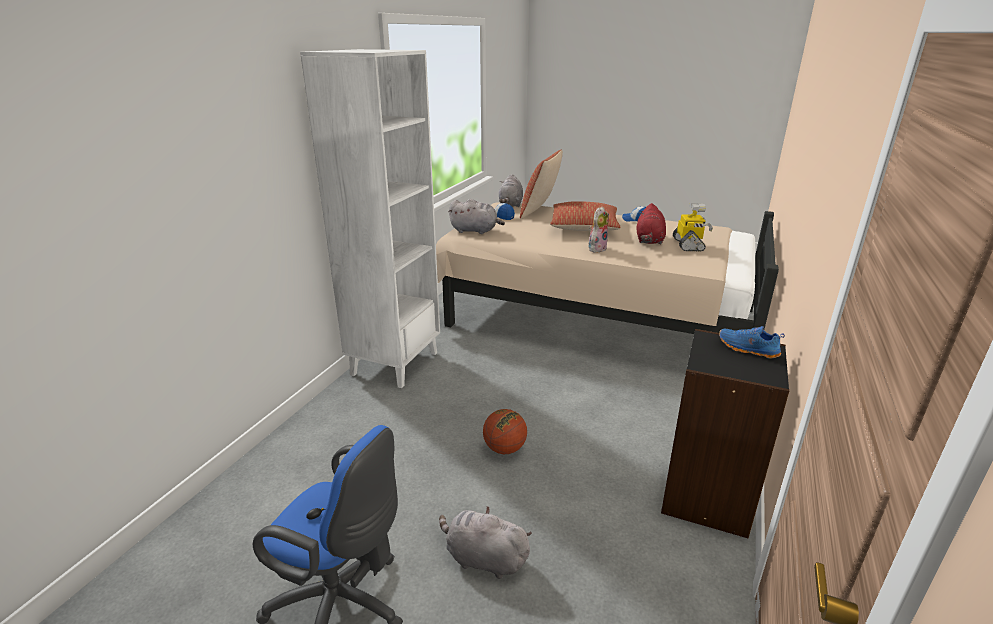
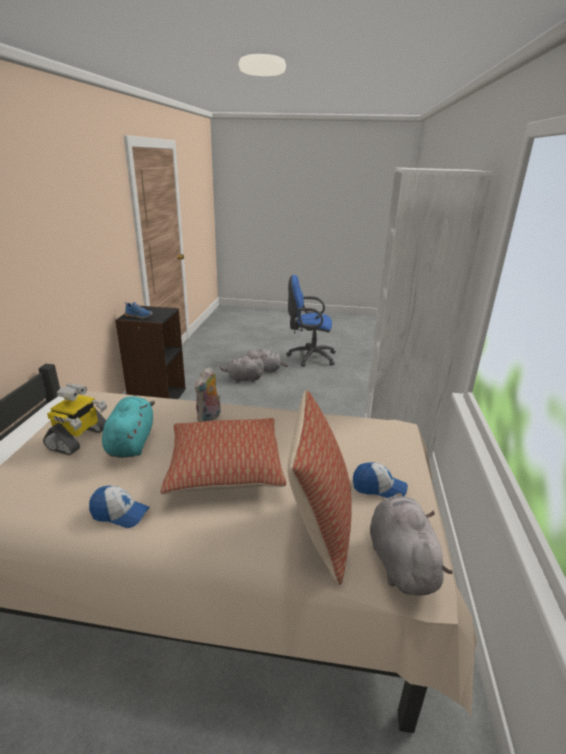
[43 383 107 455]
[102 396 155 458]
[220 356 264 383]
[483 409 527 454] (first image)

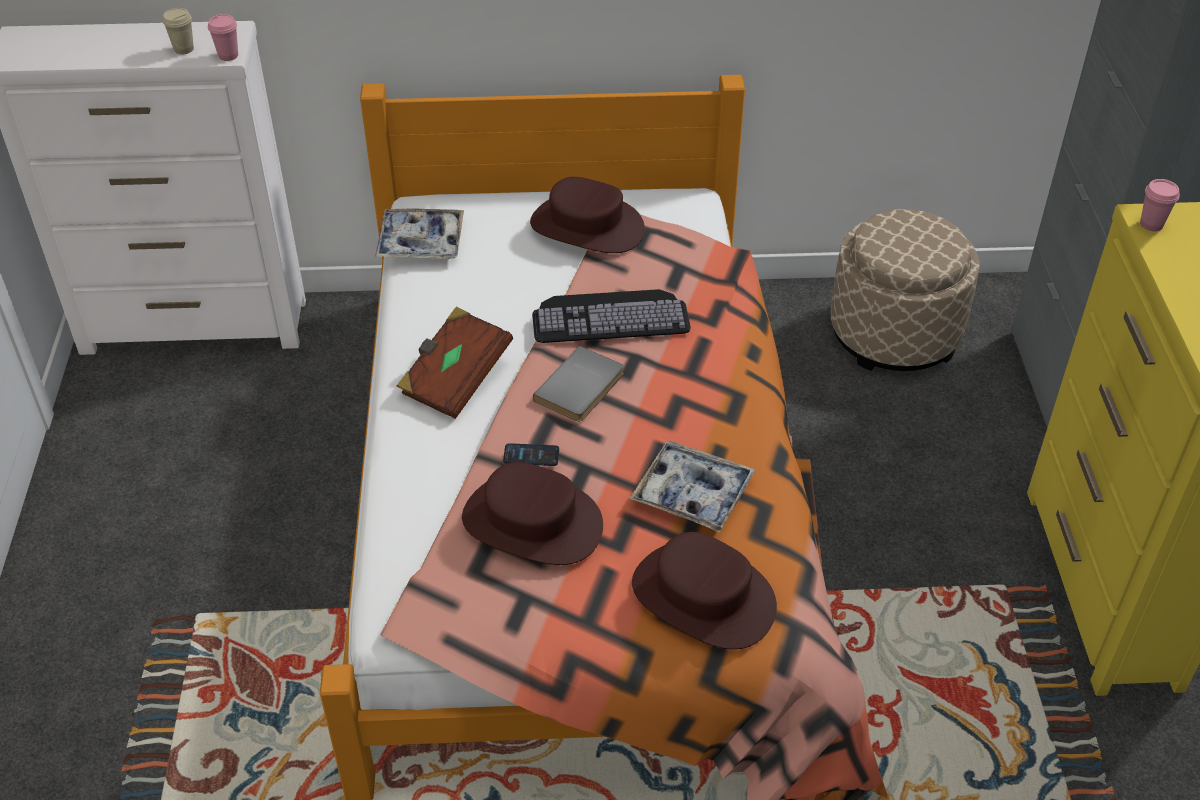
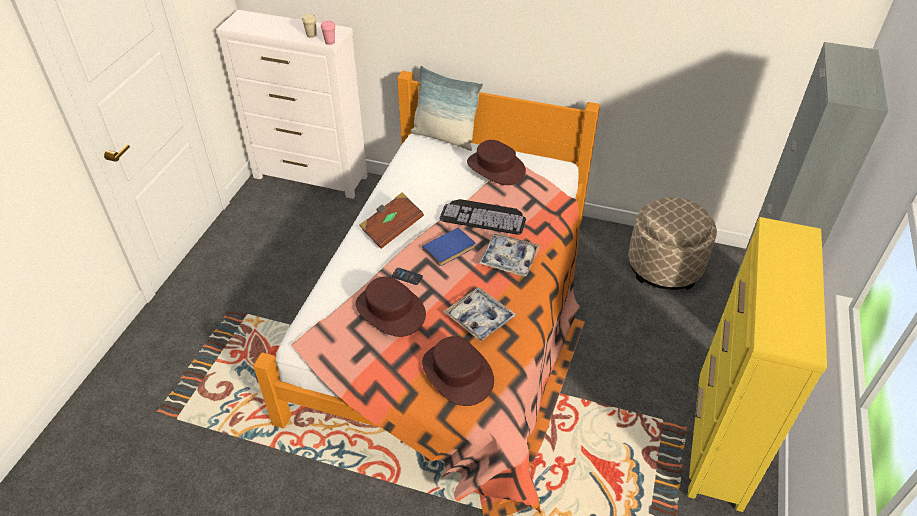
[410 66 483 151]
[422 228 475 266]
[478 233 540 277]
[1140 179 1180 231] (first image)

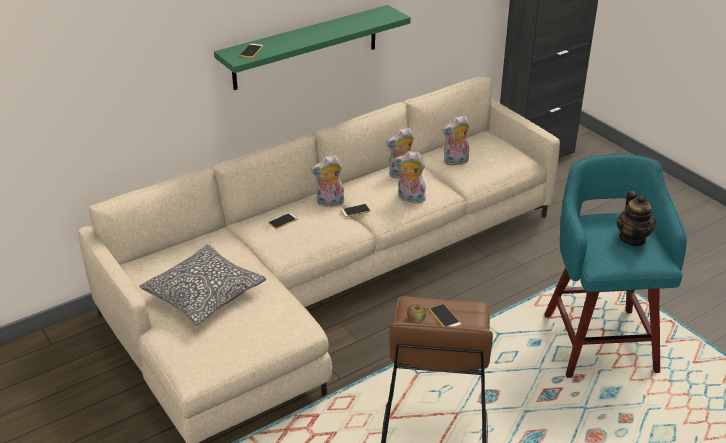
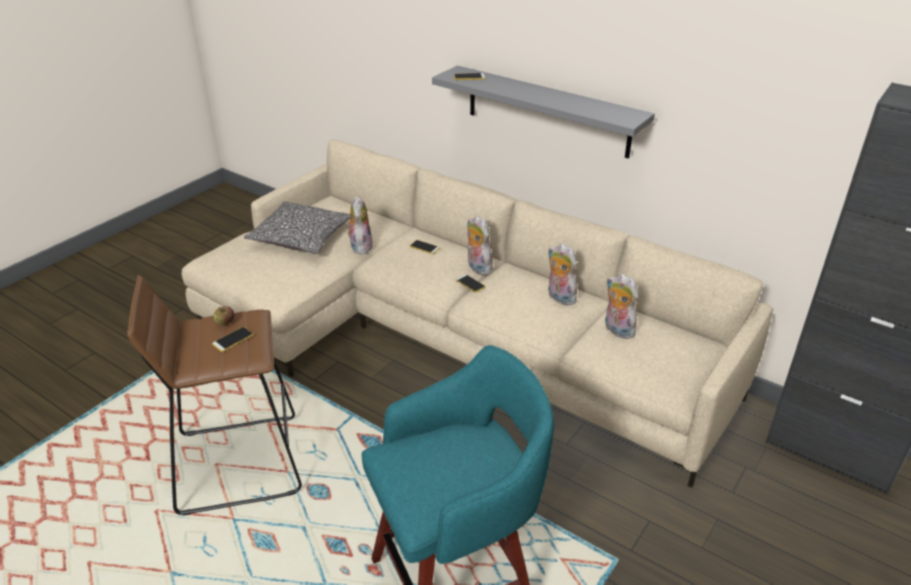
[345 195 373 254]
[432 66 655 159]
[616 191 656 246] (first image)

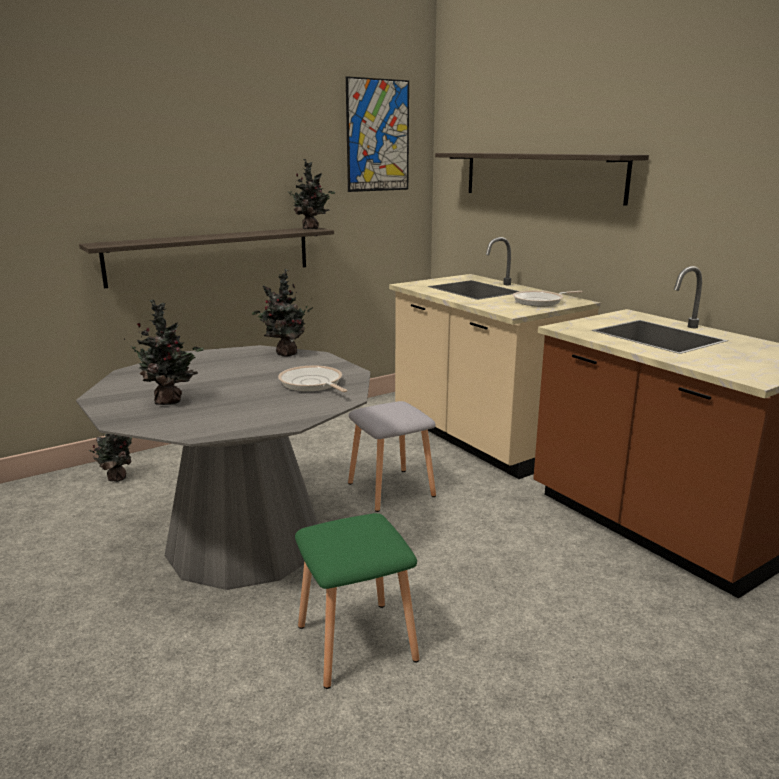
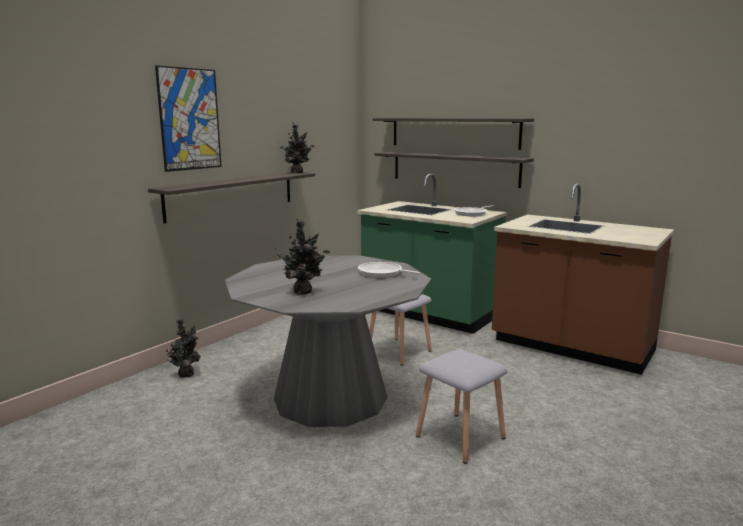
[155 65 222 172]
[357 174 507 334]
[375 152 534 188]
[416 349 508 464]
[252 269 313 357] (first image)

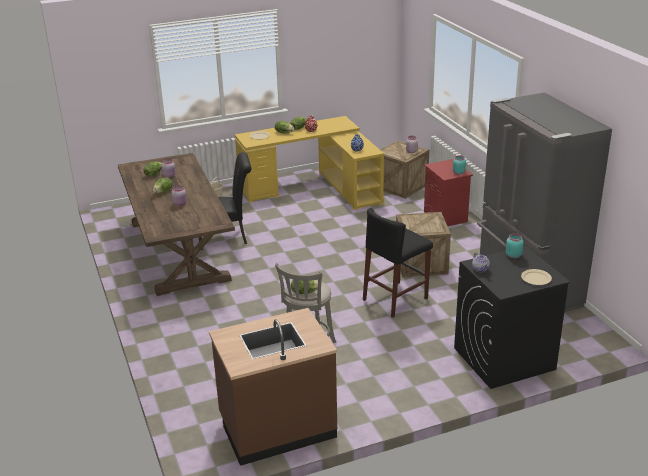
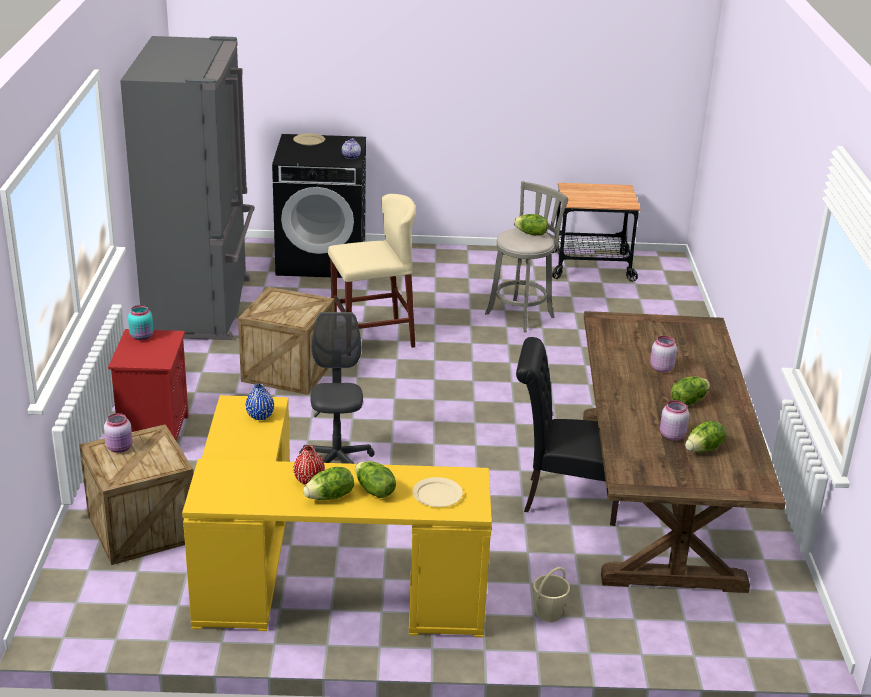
[299 312 375 464]
[328 194 416 348]
[552 183 641 282]
[506 234 524 258] (first image)

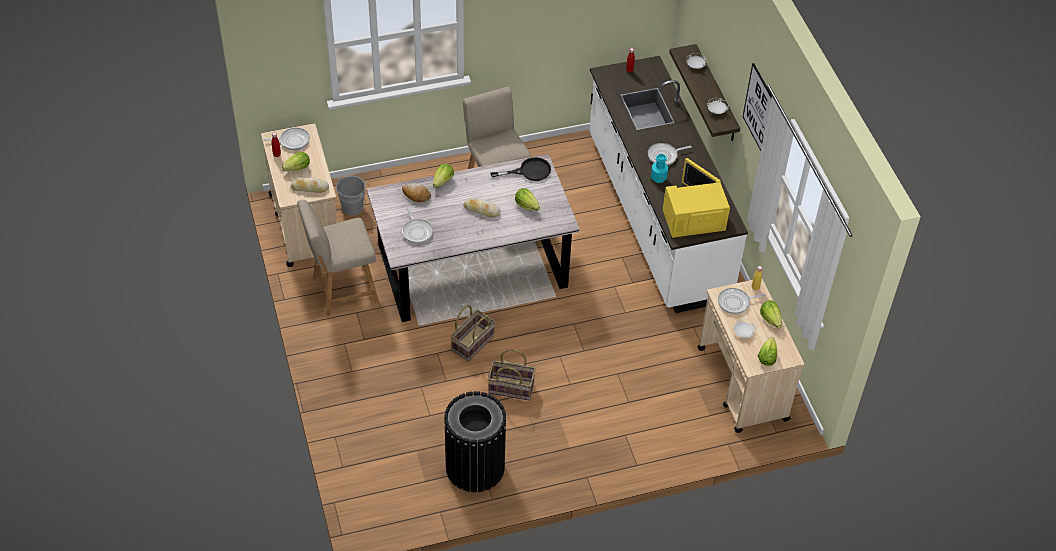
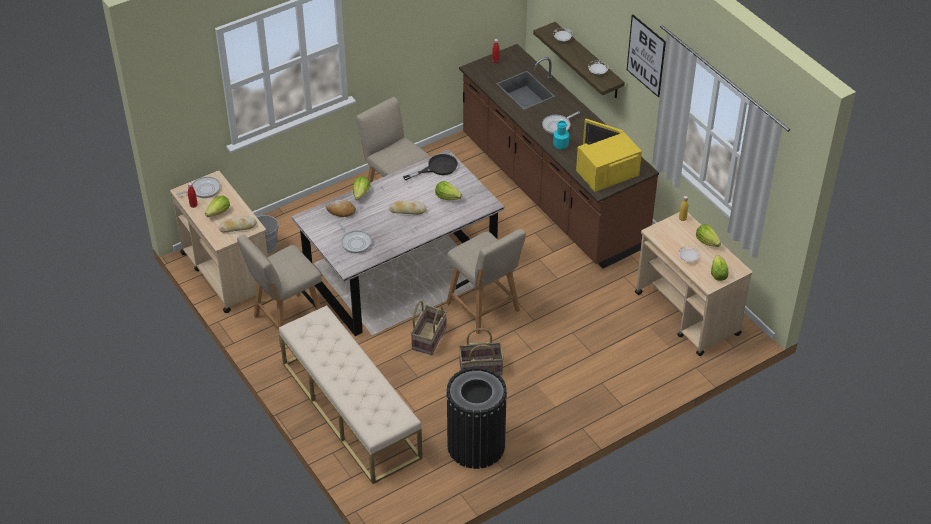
[279 305 423 484]
[446 229 526 334]
[459 44 659 268]
[718 288 766 314] (first image)

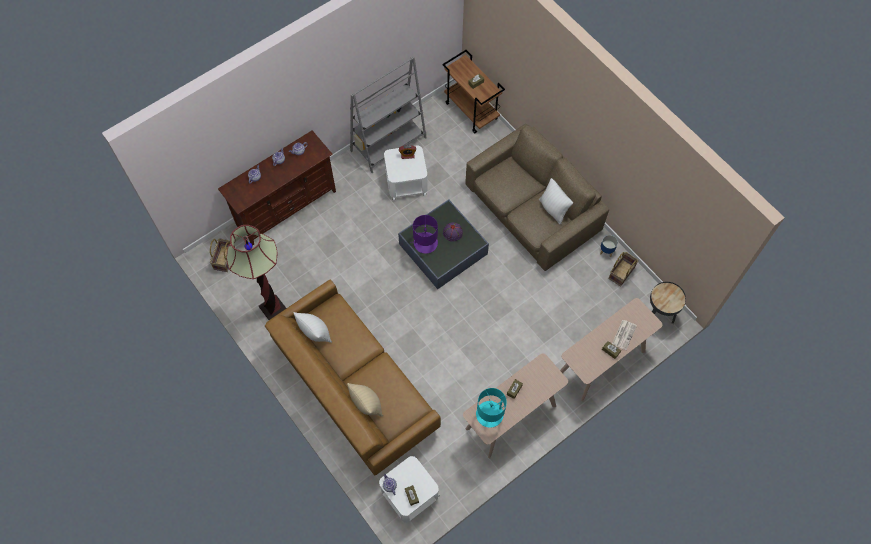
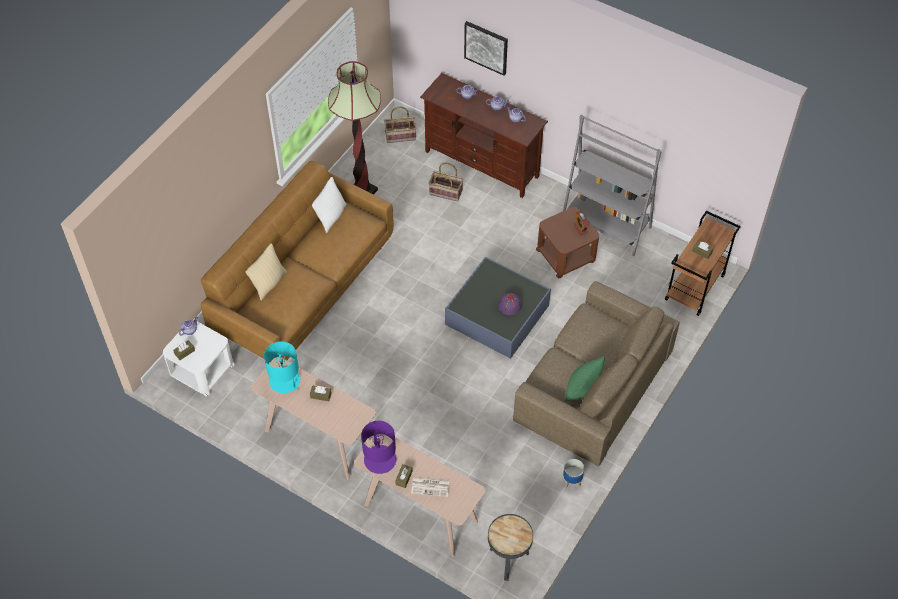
[361 421 396 474]
[429 162 463 202]
[464 21 508 76]
[536 207 599 278]
[565 356 605 402]

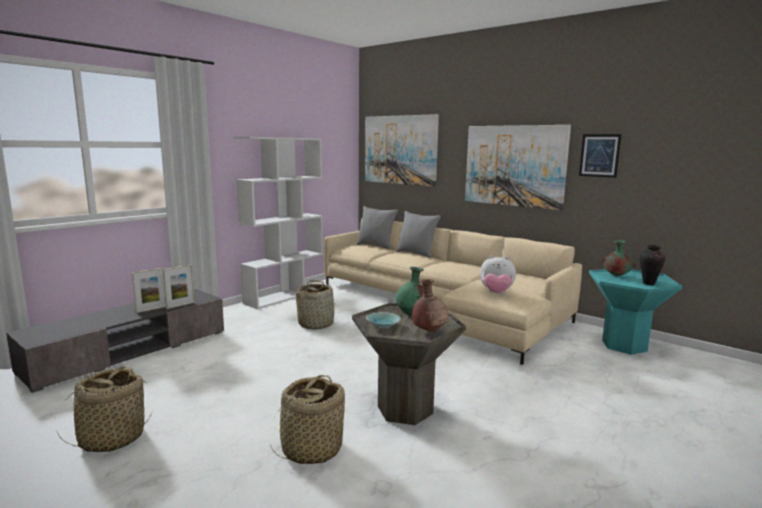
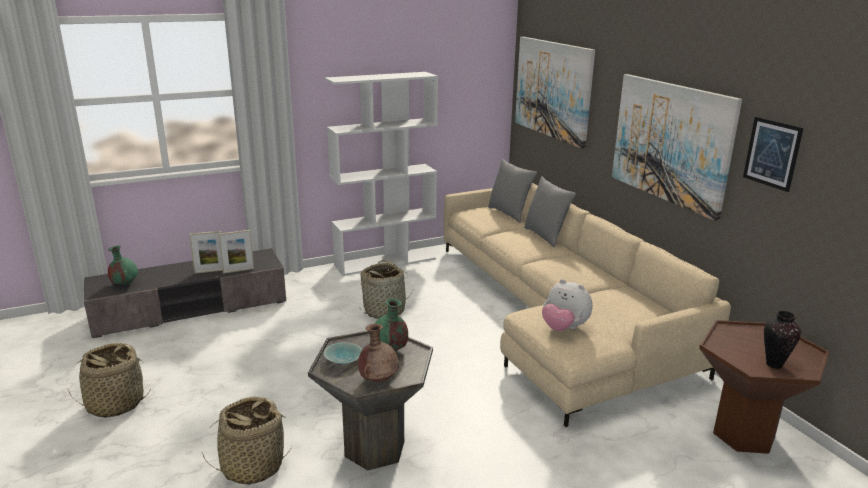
[108 246 138 285]
[699 320 829 454]

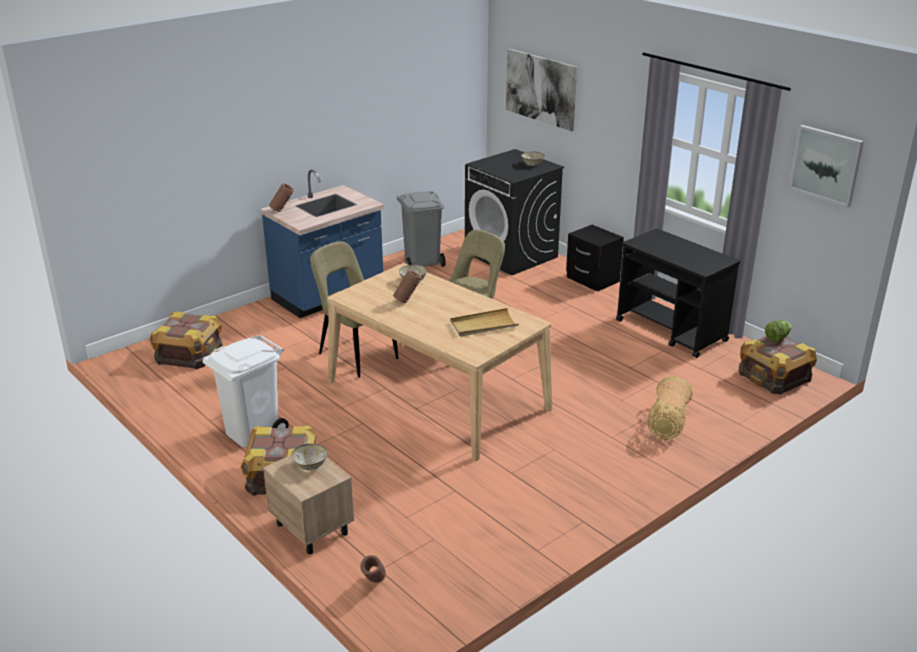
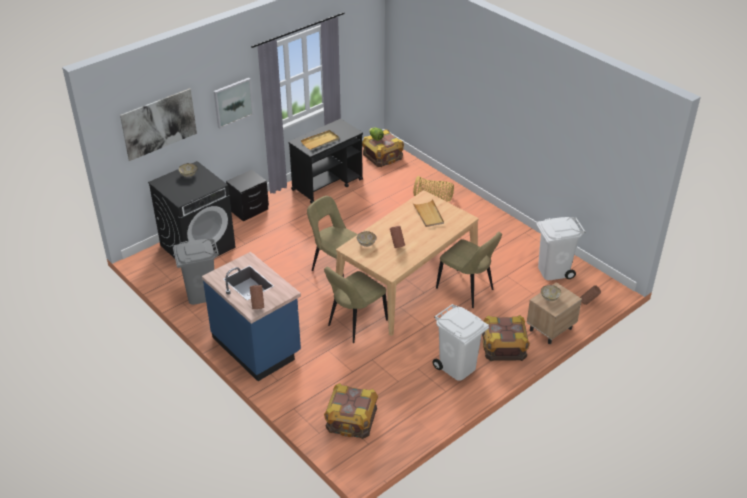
[214 78 254 129]
[301 130 339 150]
[436 232 502 308]
[536 217 585 280]

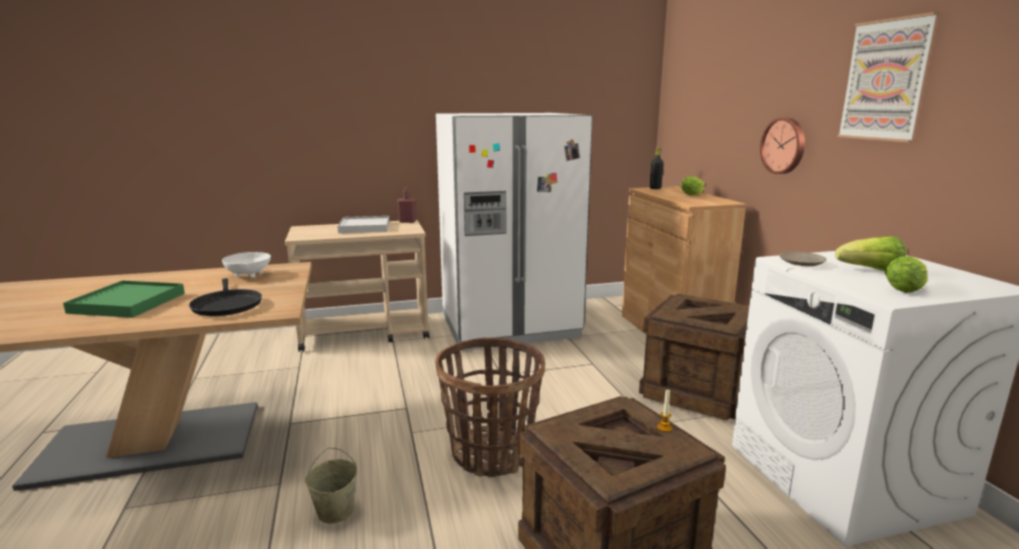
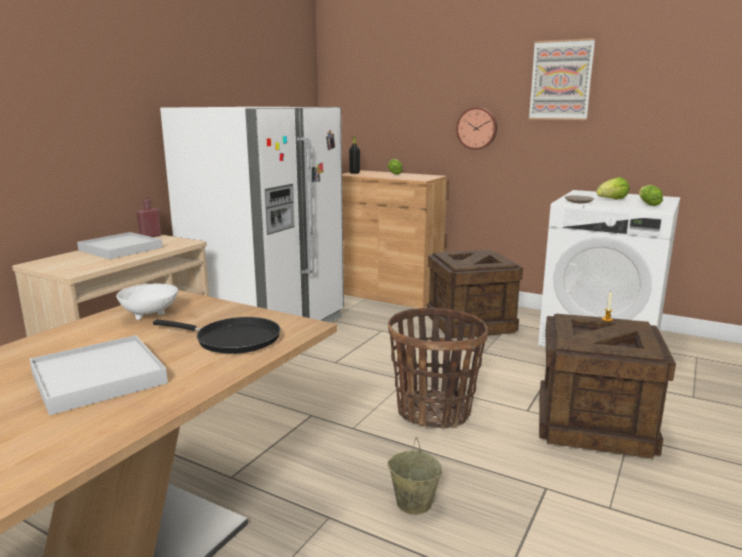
[30 335 168 415]

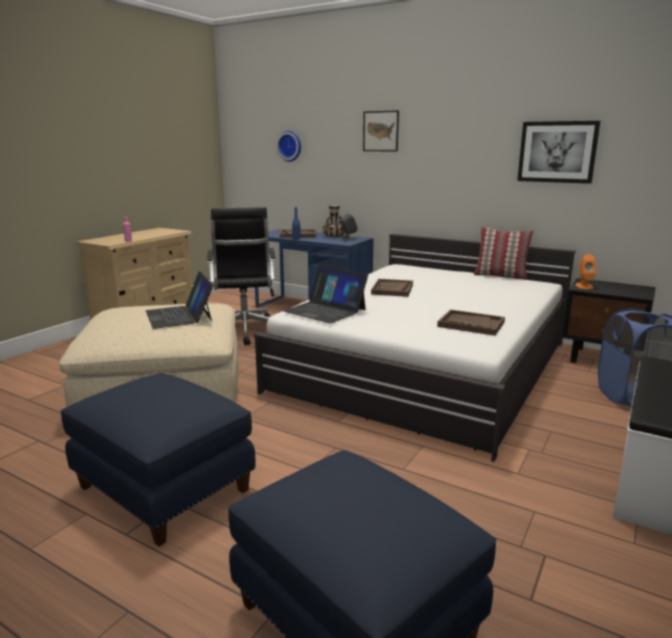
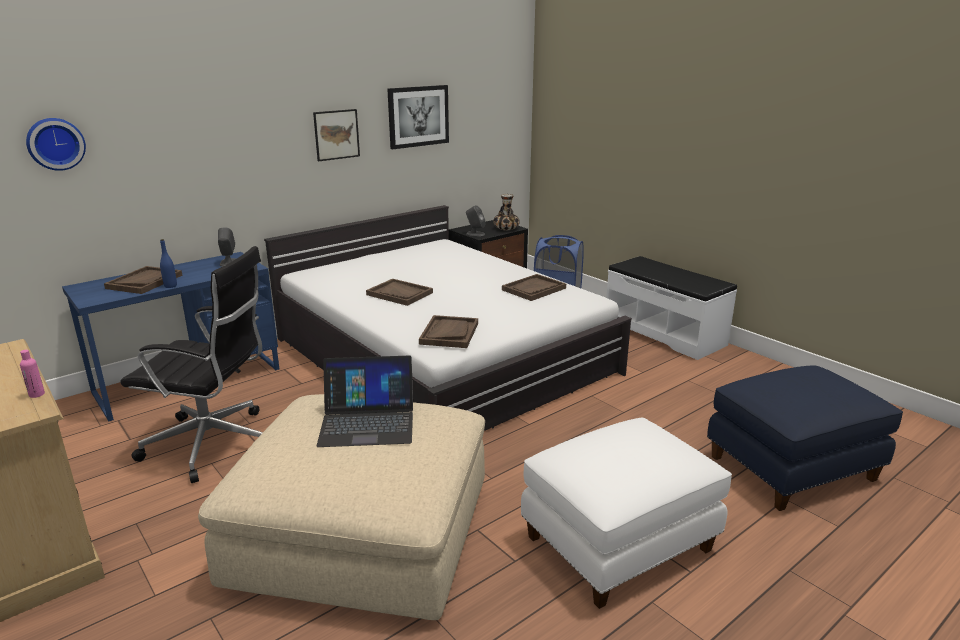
[313 109 360 161]
[419 315 478 348]
[466 205 485 236]
[493 194 519 230]
[521 417 732 609]
[474 227 533 280] (first image)

